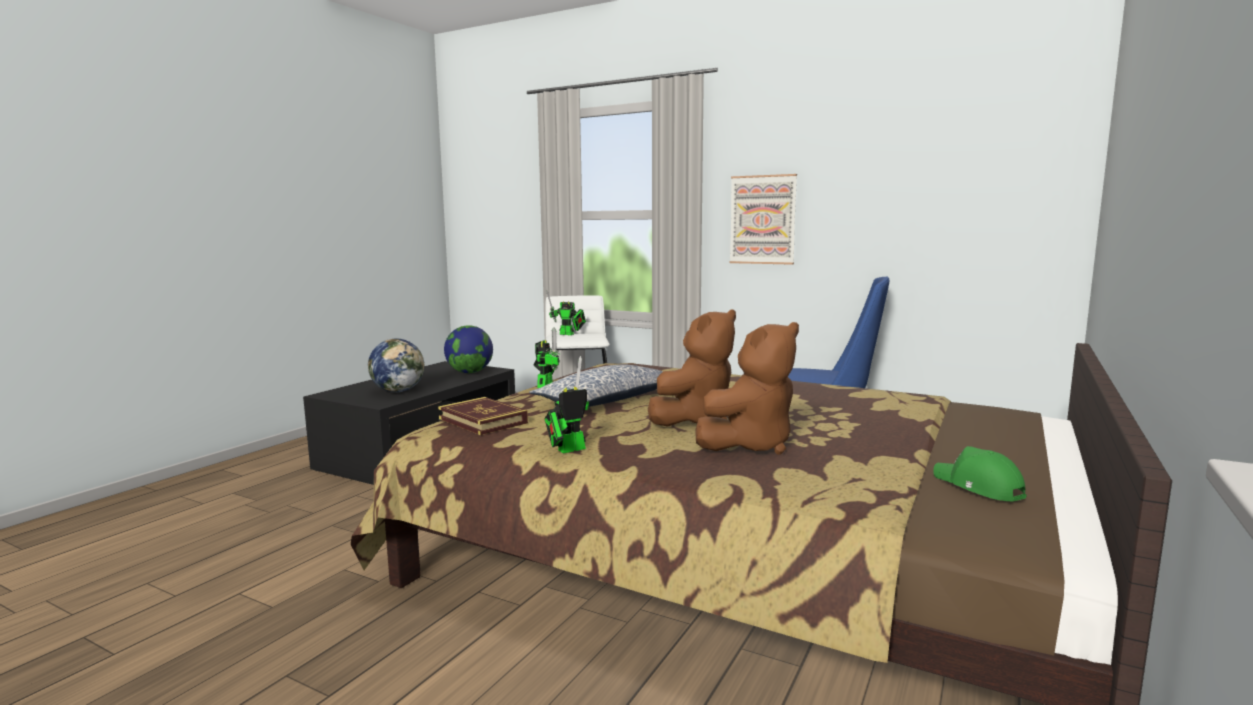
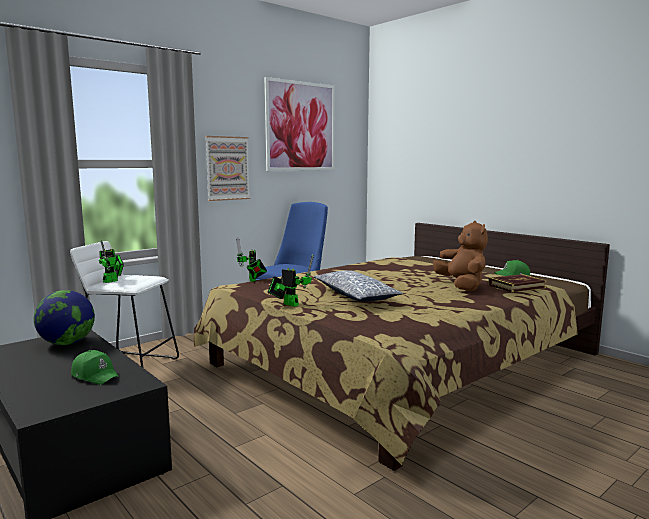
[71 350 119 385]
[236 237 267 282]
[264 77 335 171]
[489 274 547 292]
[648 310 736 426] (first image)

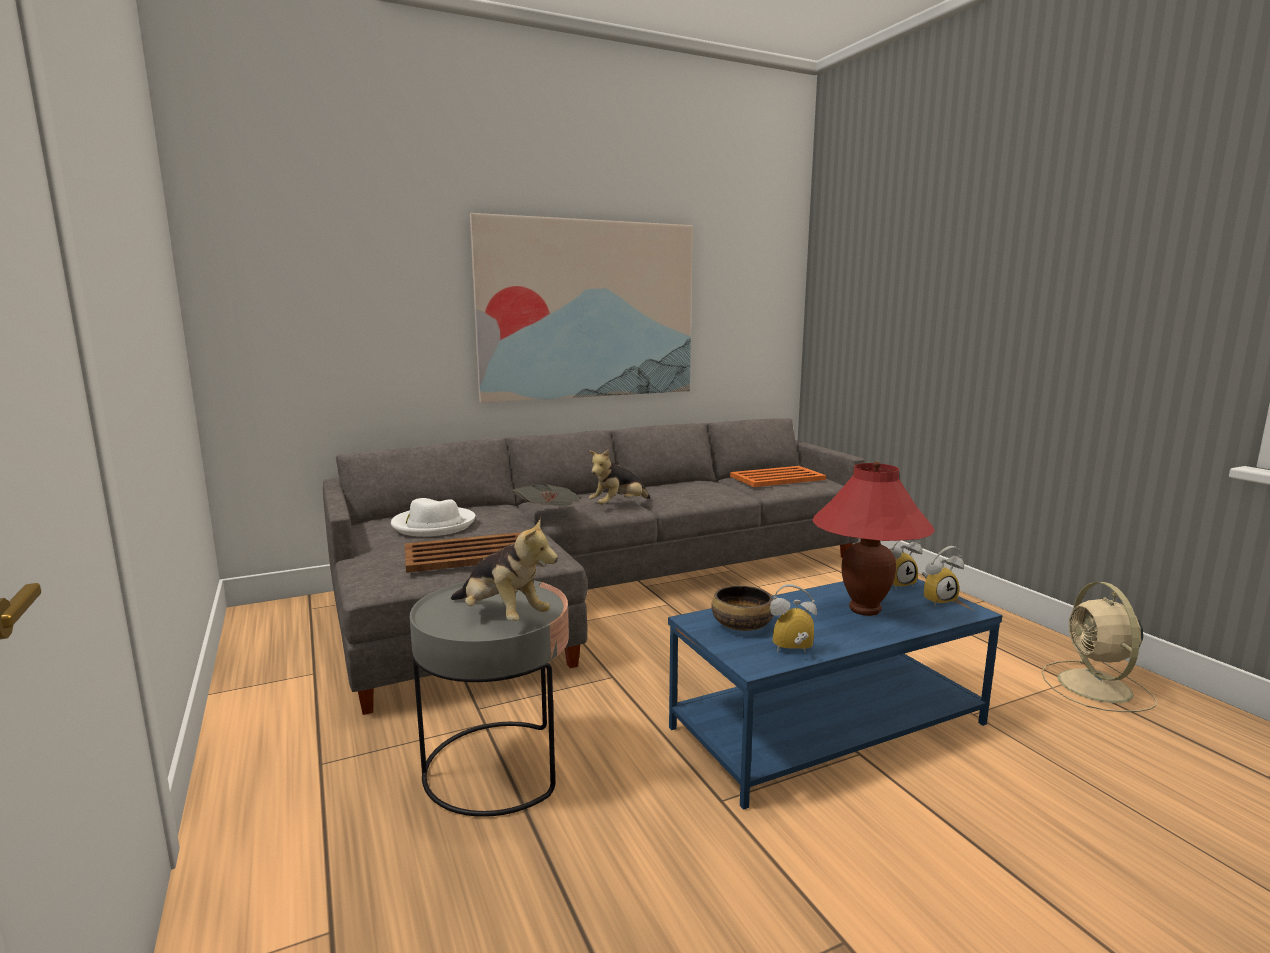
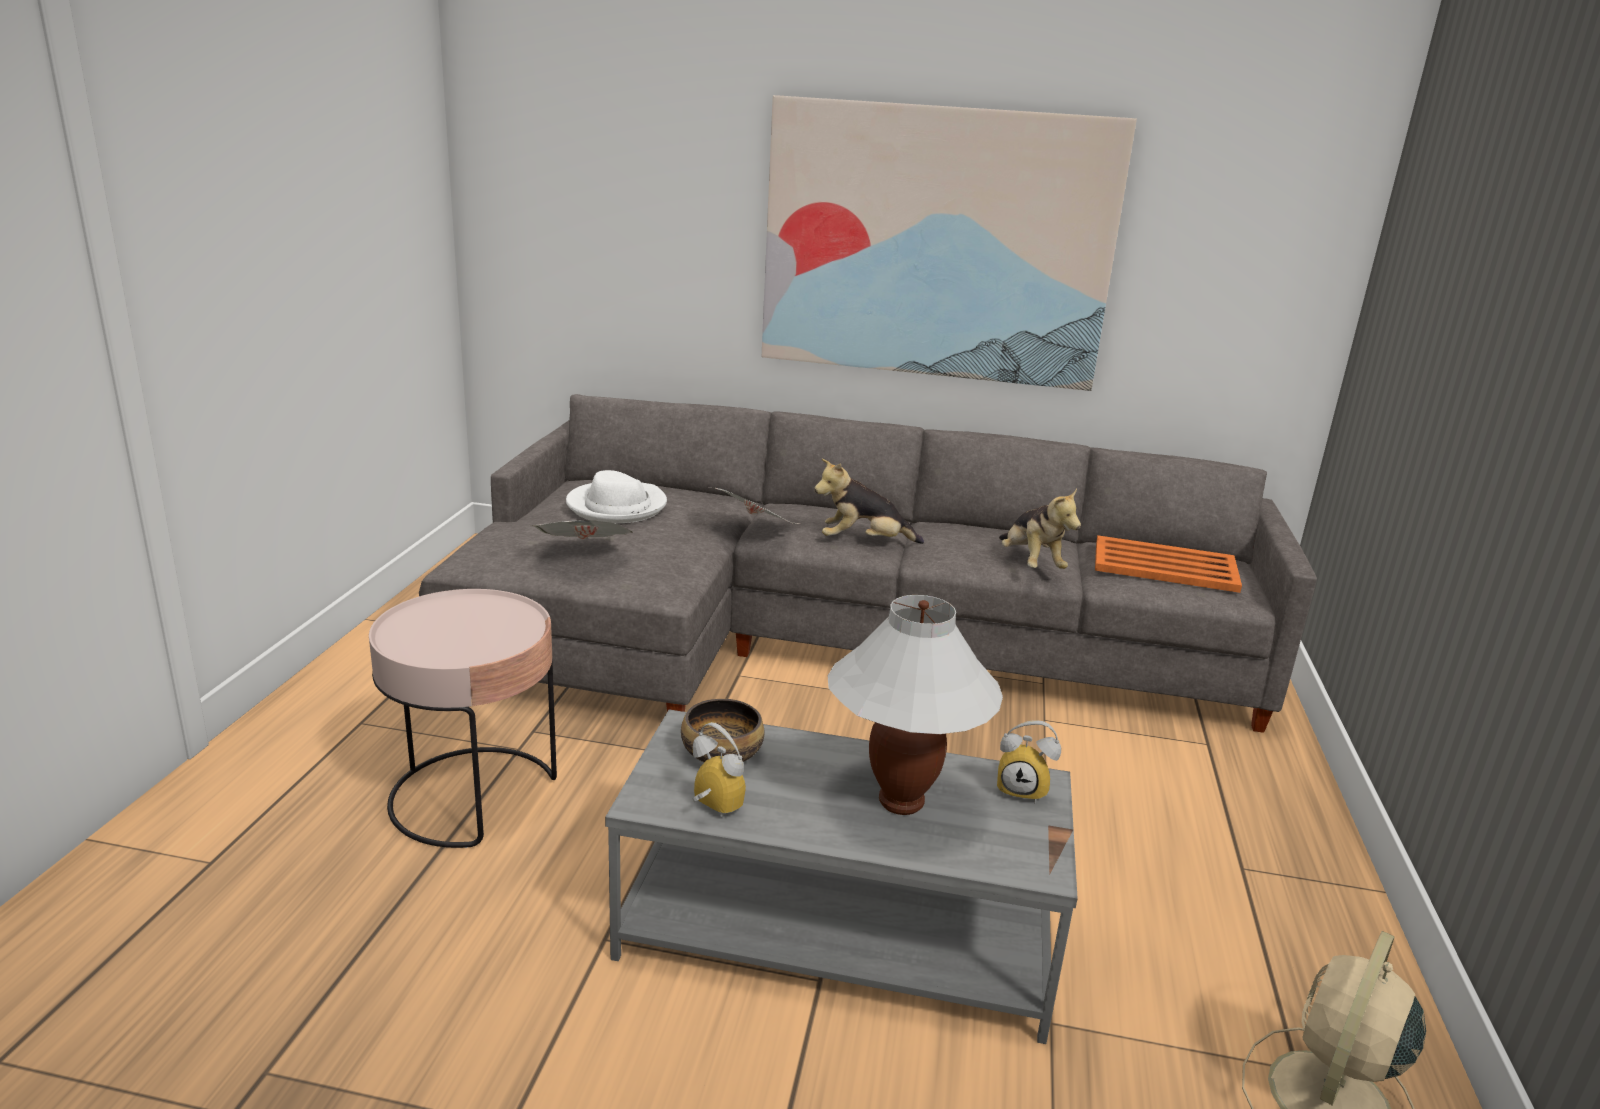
[369 589 557 848]
[531 520 633 539]
[605 710 1078 1044]
[828 595 1003 815]
[999 488 1081 569]
[922 546 964 607] (first image)

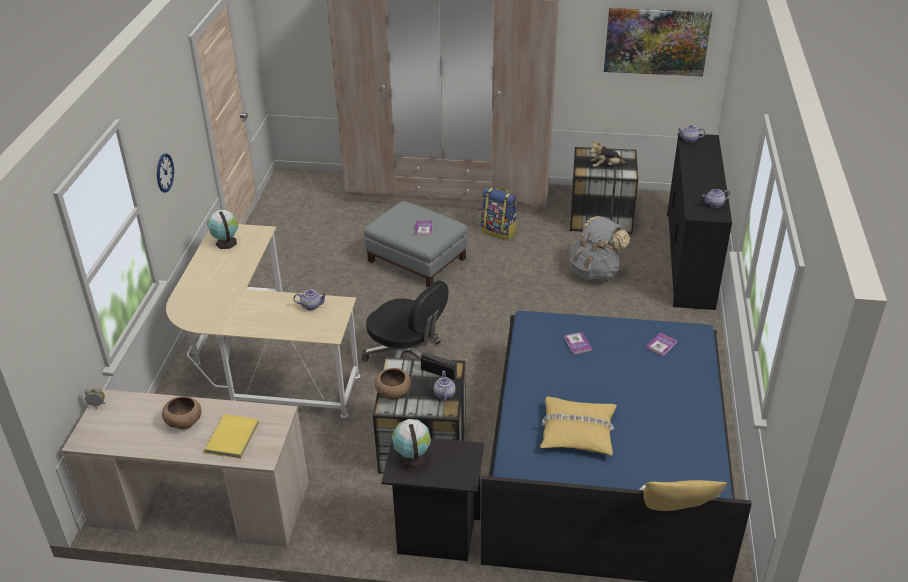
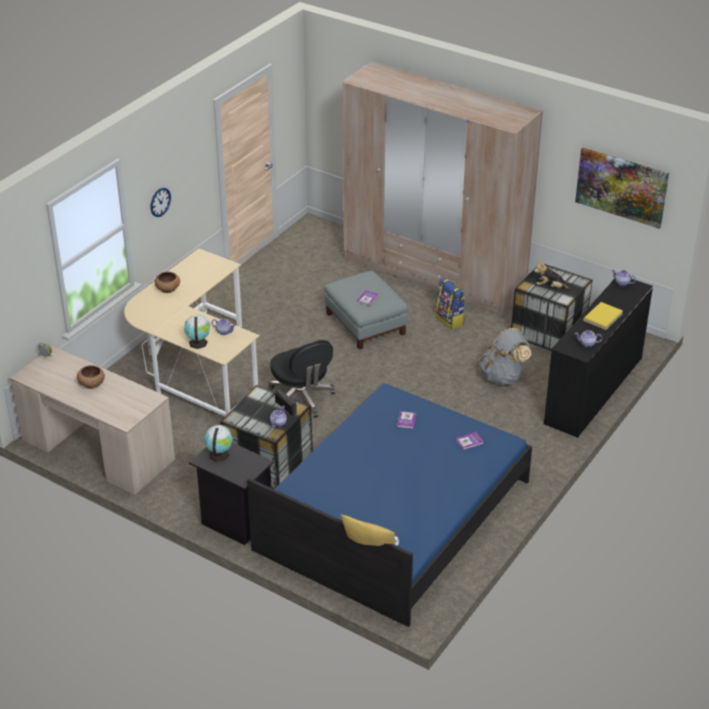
[155 272 180 293]
[184 315 210 349]
[583 302 623 330]
[540 397 617 456] (first image)

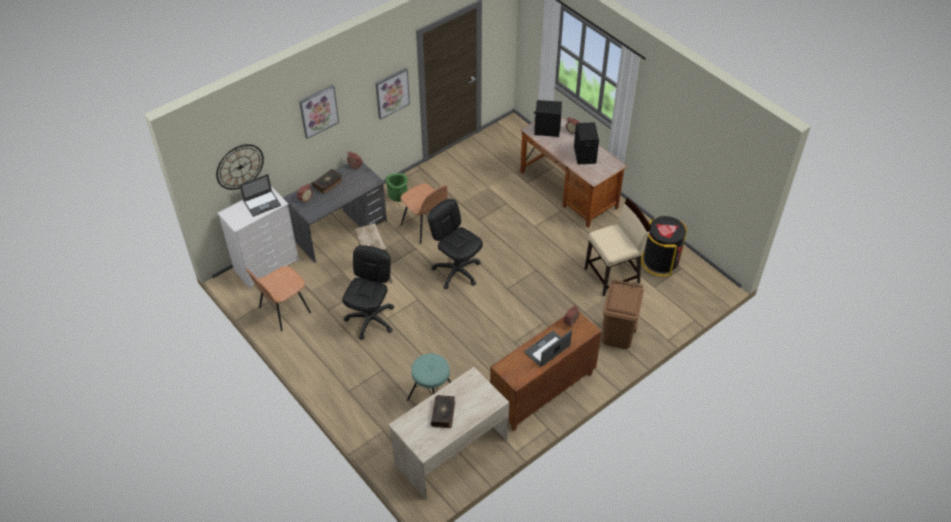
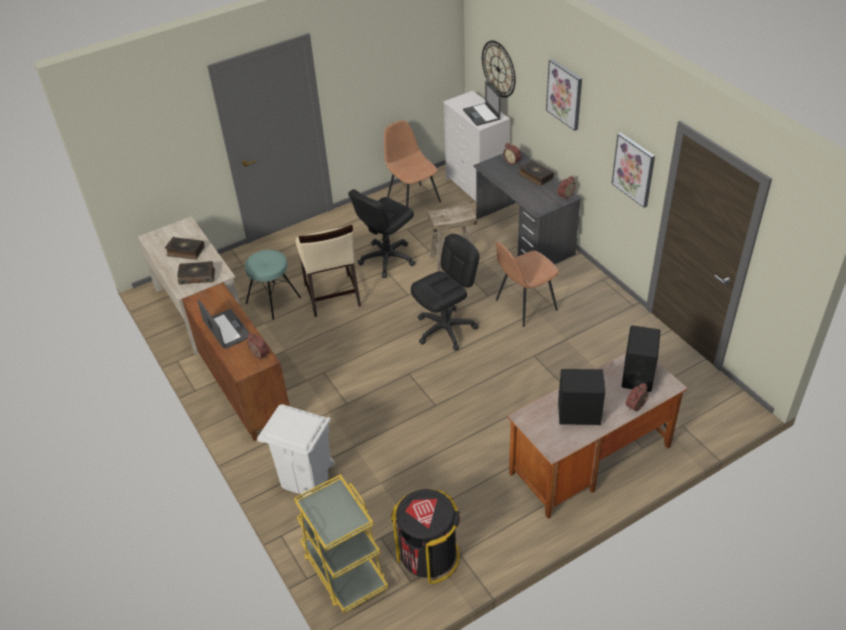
[177 261 215 285]
[257 404 335 497]
[294 474 388 613]
[296 225 361 317]
[348 189 415 278]
[386 173 408 202] (first image)

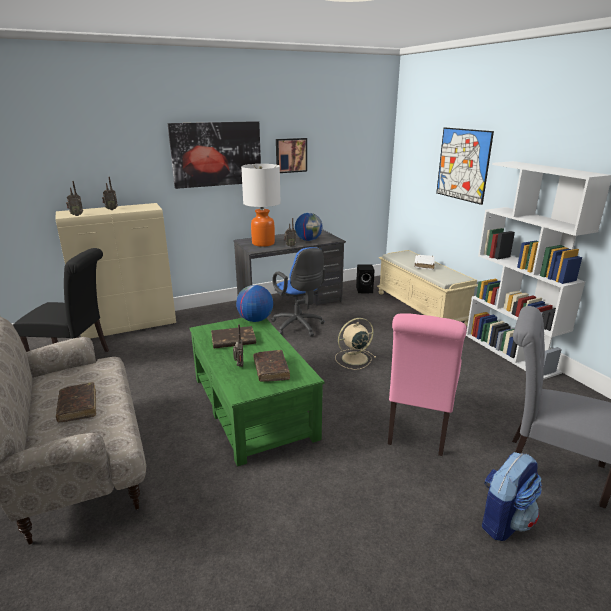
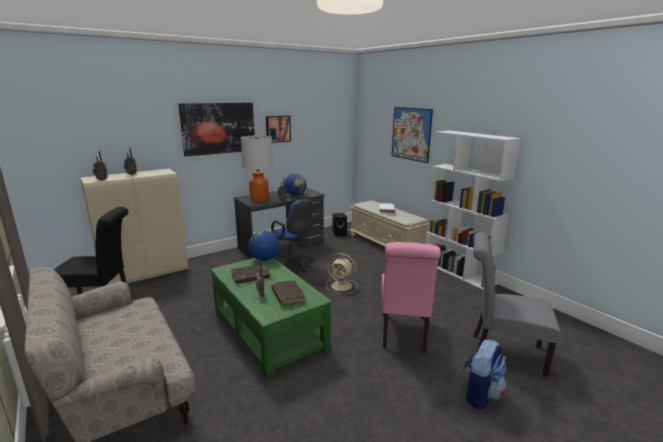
[326 253 358 294]
[56 382 96 422] (first image)

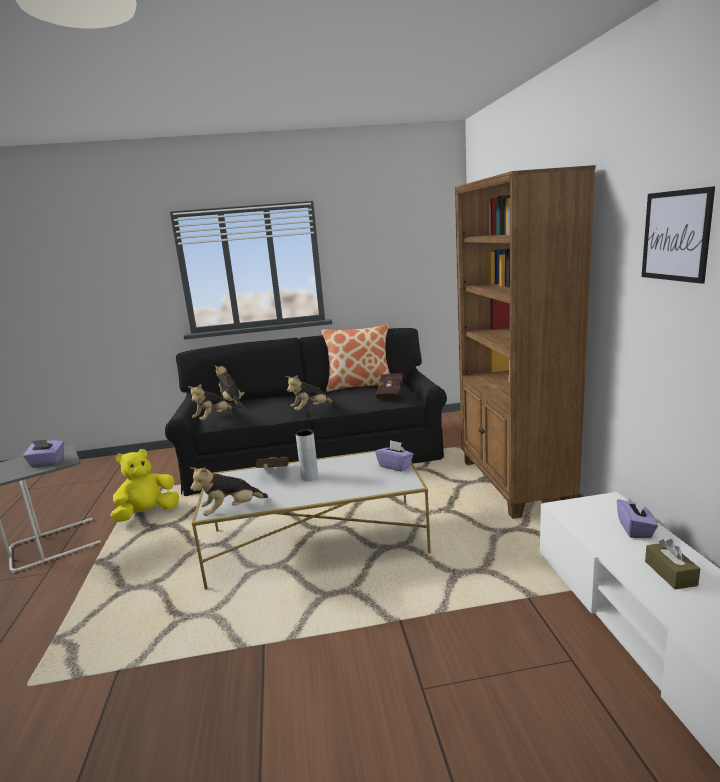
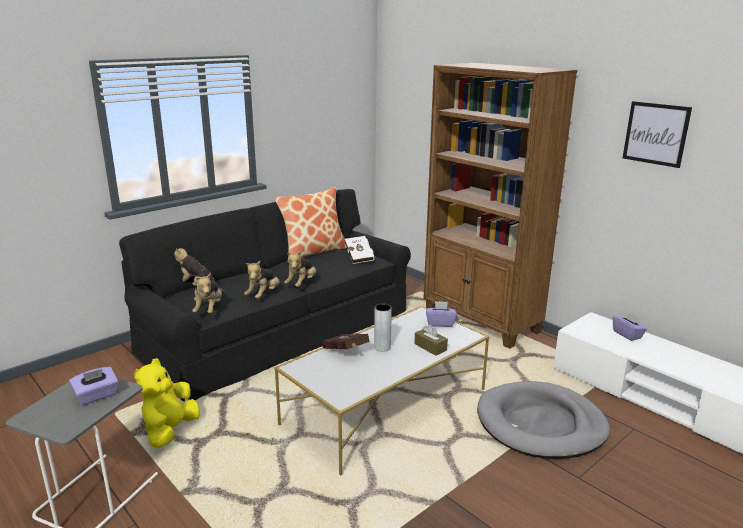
[244 261 280 299]
[344 236 375 264]
[414 324 448 356]
[477 381 610 459]

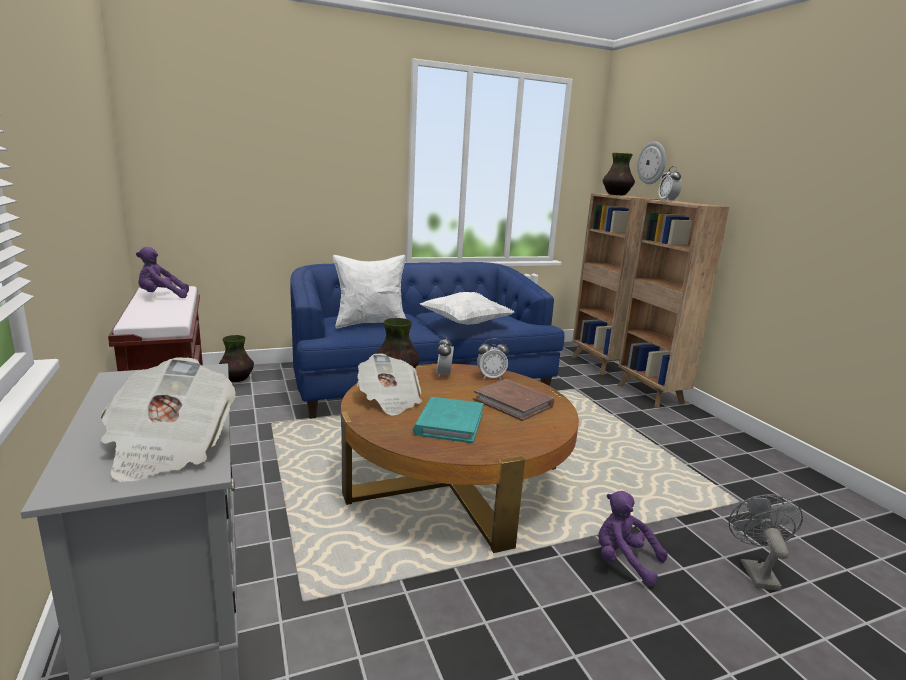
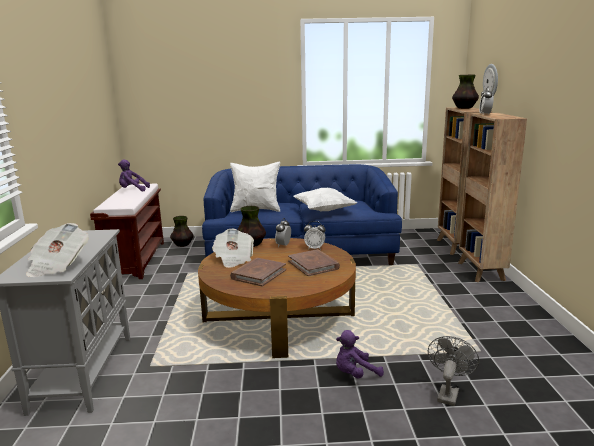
[230 258 286 287]
[336 330 384 378]

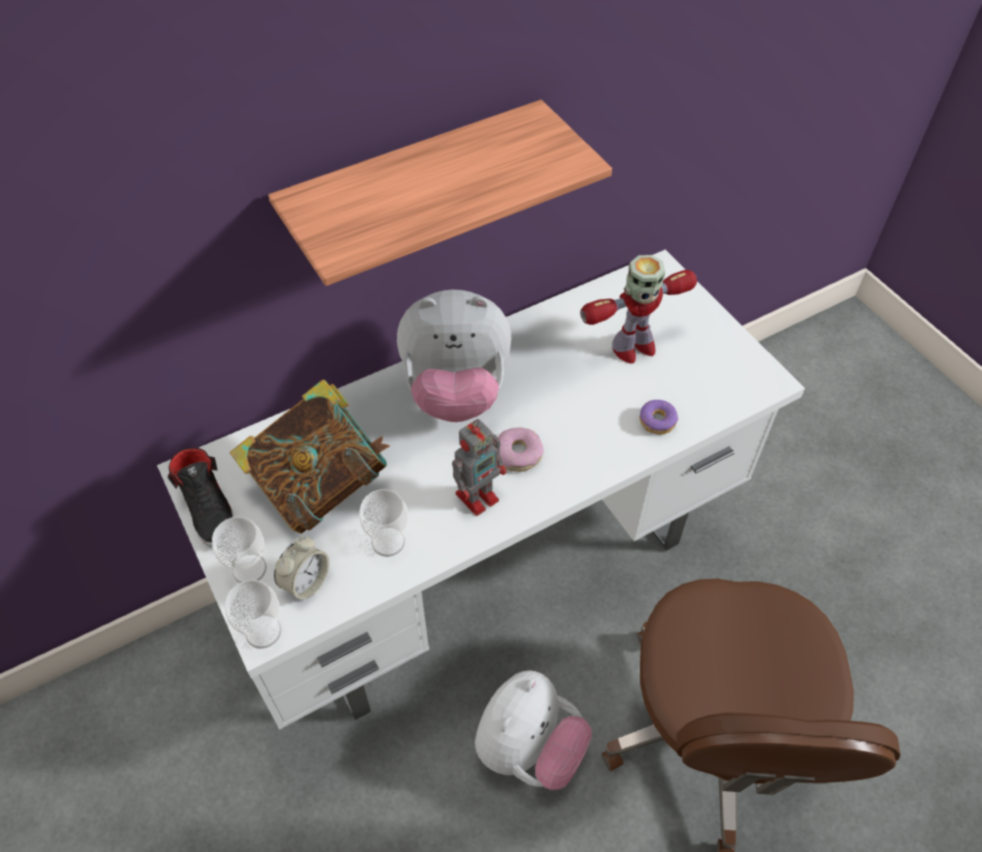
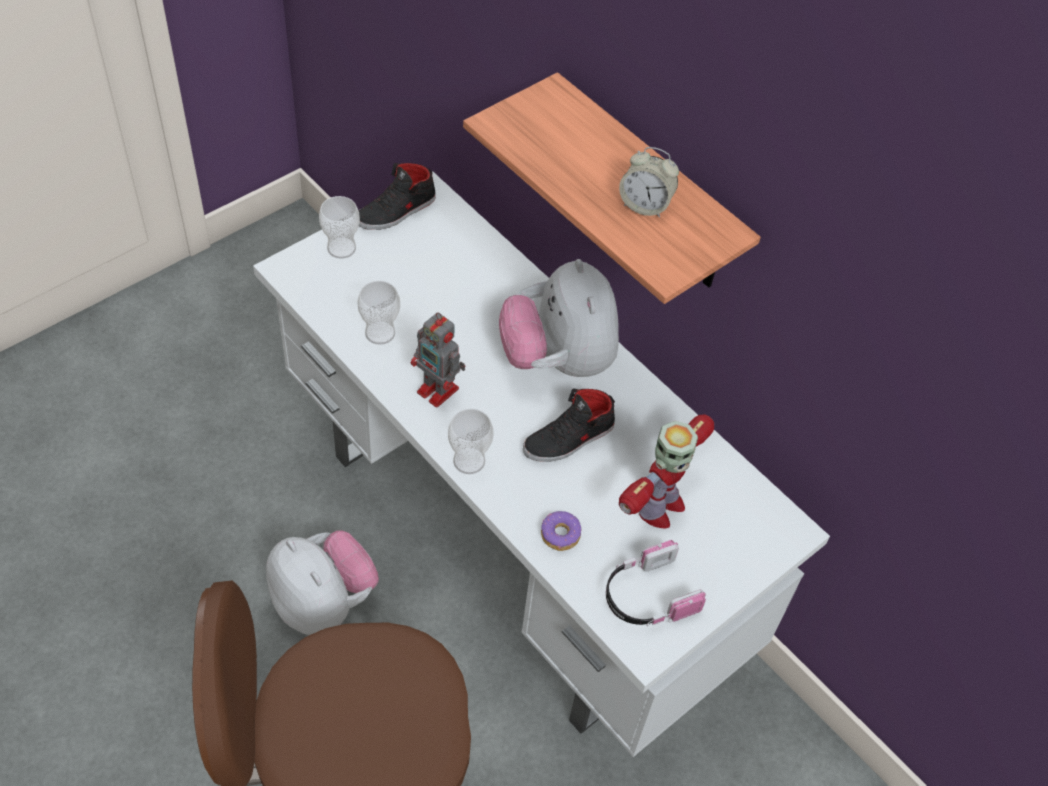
[266 531 379 635]
[448 409 494 474]
[523 388 615 462]
[606 540 706 626]
[619 147 679 218]
[619 414 714 528]
[230 379 390 534] (first image)
[498 427 543 472] (first image)

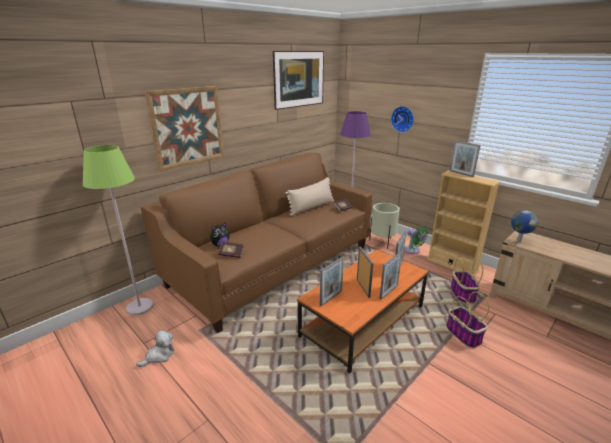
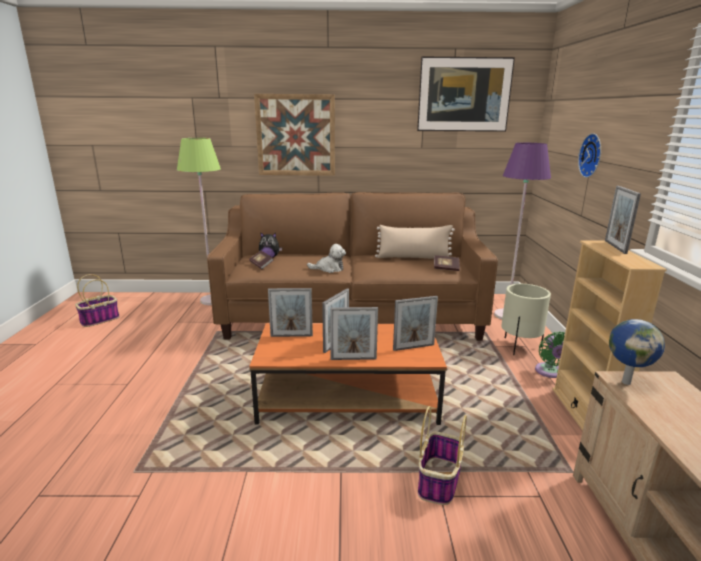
[75 274 120 327]
[307 244 346 273]

